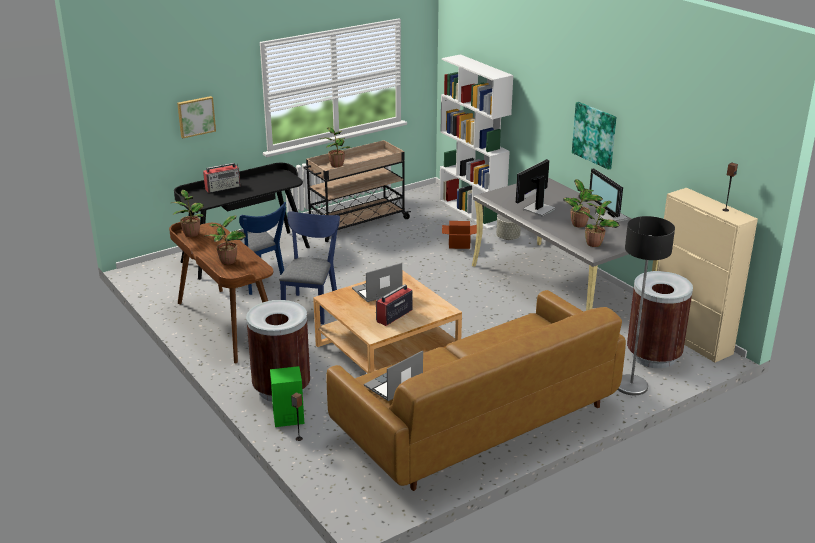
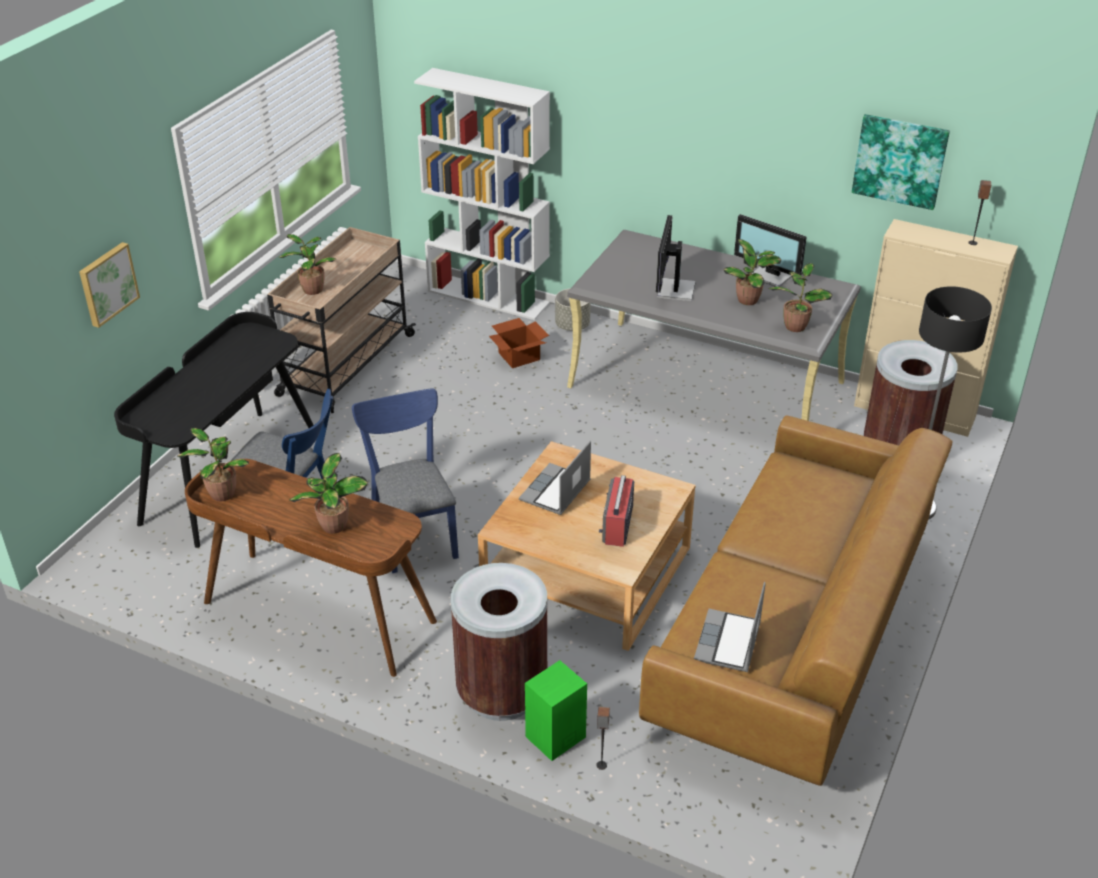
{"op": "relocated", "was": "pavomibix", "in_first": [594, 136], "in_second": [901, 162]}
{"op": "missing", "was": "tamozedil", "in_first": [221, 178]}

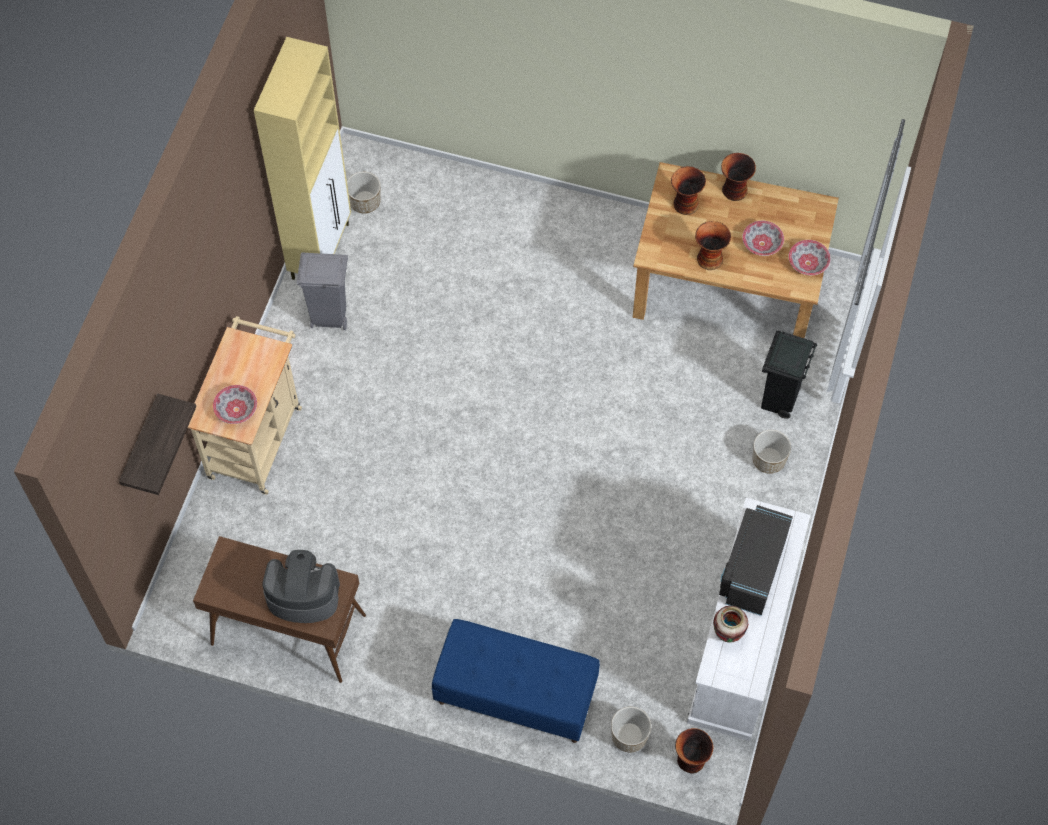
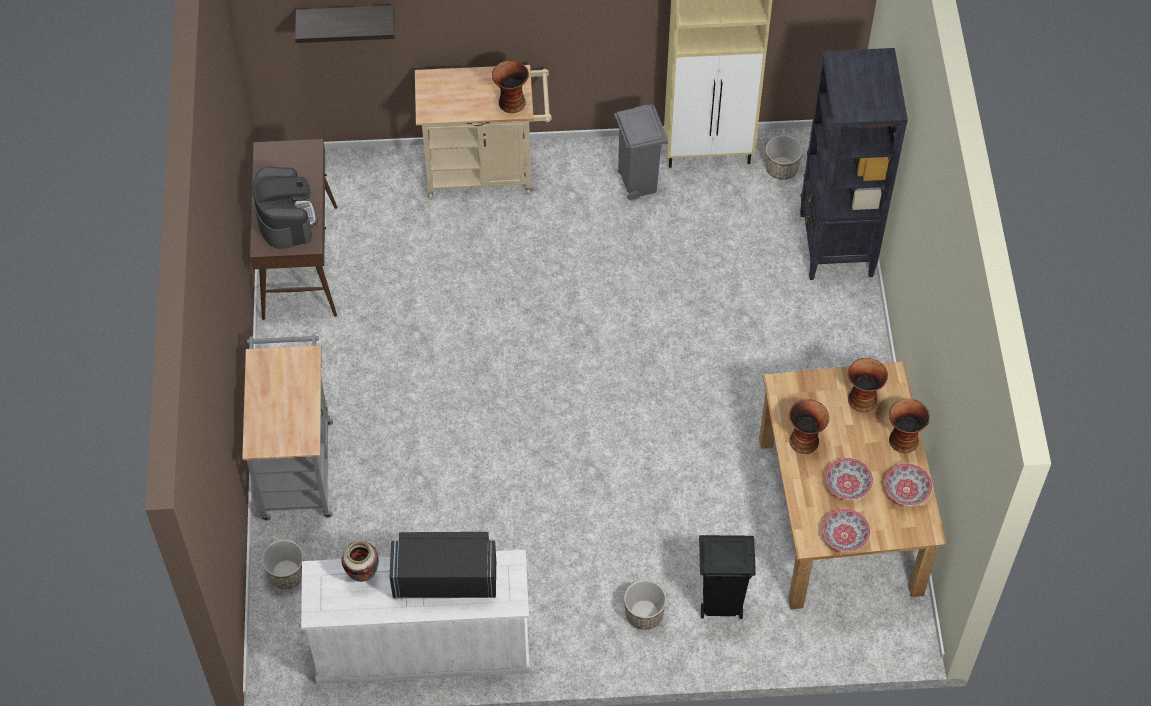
{"op": "relocated", "was": "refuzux", "in_first": [235, 404], "in_second": [908, 484]}
{"op": "exchanged", "was": "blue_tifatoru", "now": "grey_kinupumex", "in_first": [516, 681], "in_second": [287, 427]}
{"op": "relocated", "was": "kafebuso", "in_first": [694, 750], "in_second": [510, 86]}
{"op": "appeared", "now": "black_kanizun", "in_second": [854, 164]}

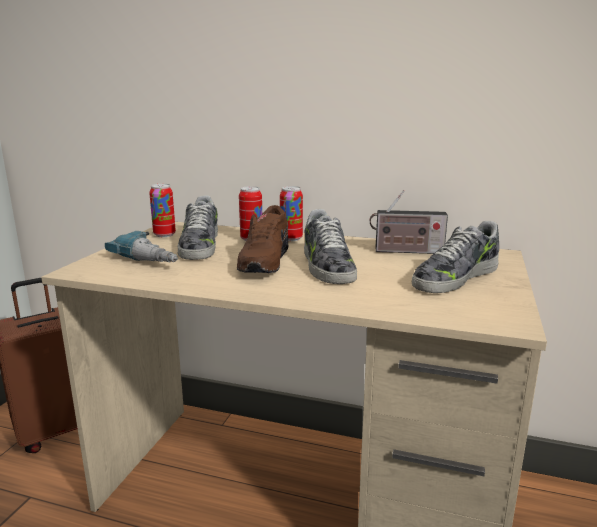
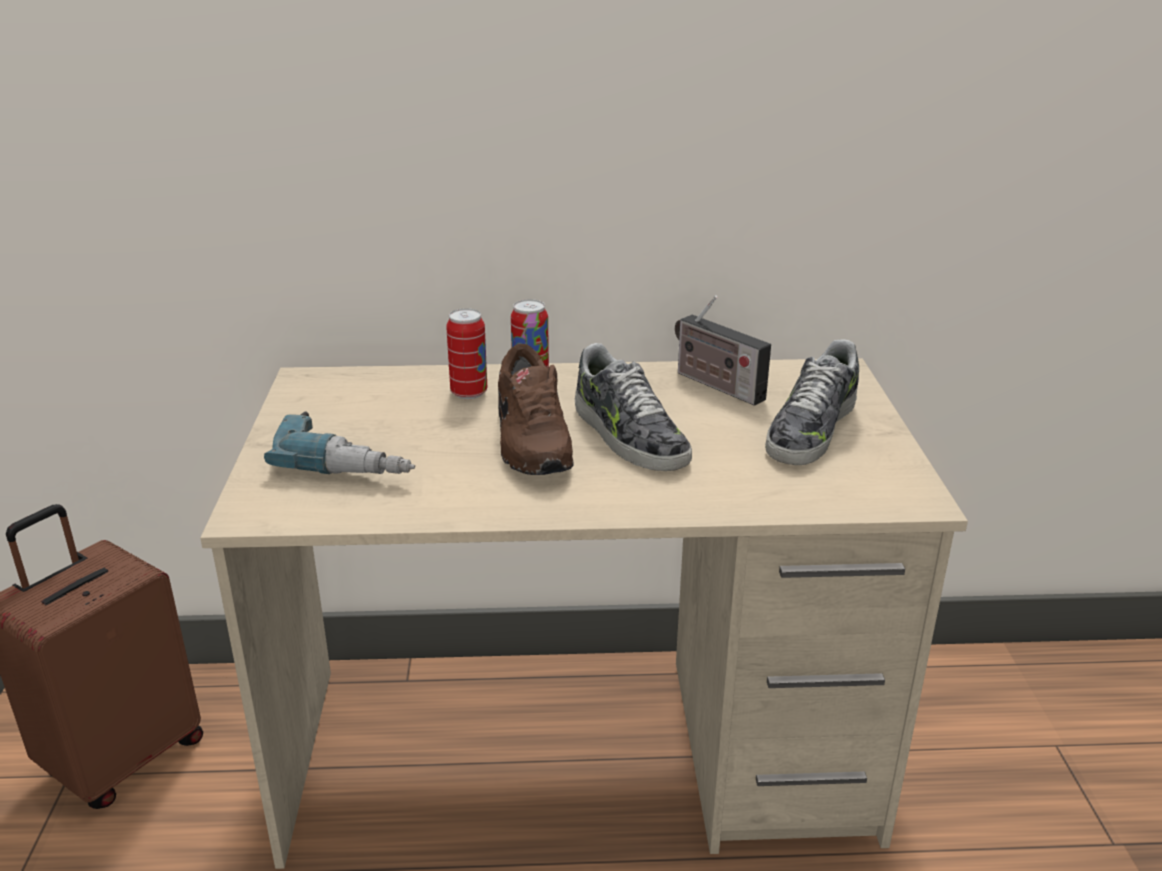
{"op": "missing", "was": "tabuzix", "in_first": [162, 210]}
{"op": "spun", "was": "tamozedil", "in_first": [409, 222], "in_second": [723, 350], "clockwise": 60}
{"op": "missing", "was": "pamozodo", "in_first": [198, 227]}

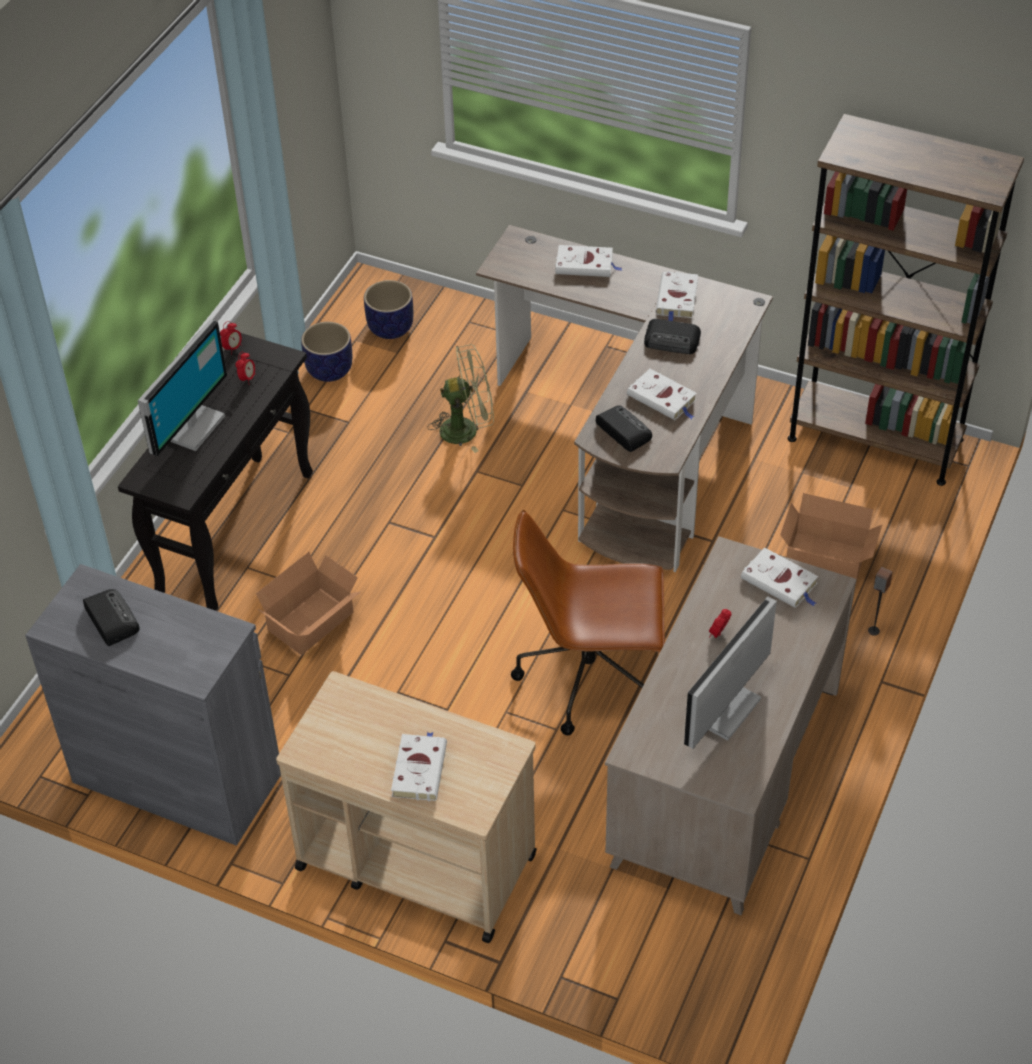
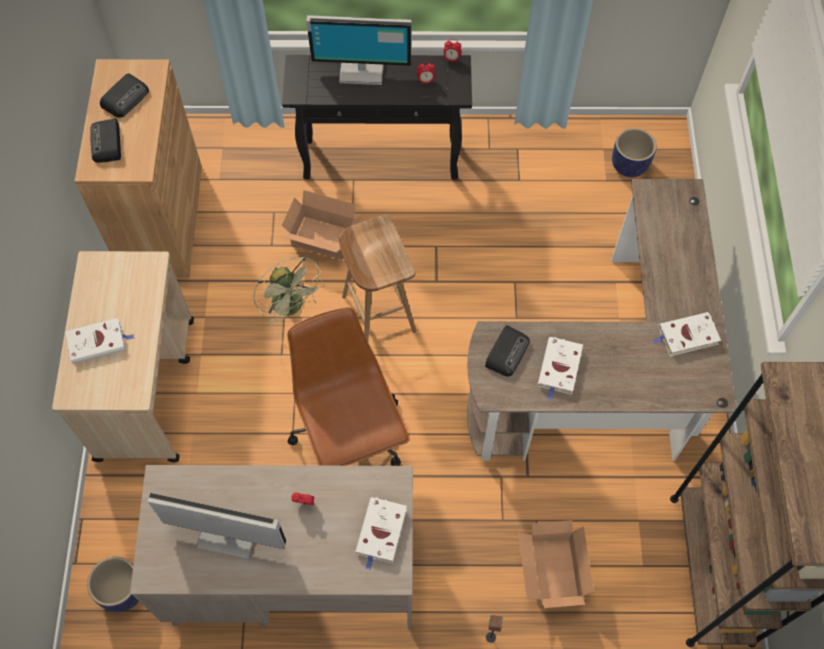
{"op": "missing", "was": "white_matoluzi", "in_first": [588, 261]}
{"op": "relocated", "was": "tamozedil", "in_first": [672, 336], "in_second": [105, 140]}
{"op": "relocated", "was": "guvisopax", "in_first": [326, 352], "in_second": [113, 584]}
{"op": "relocated", "was": "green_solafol", "in_first": [460, 398], "in_second": [288, 291]}
{"op": "colour", "was": "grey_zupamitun", "now": "brown_zupamitun", "in_first": [153, 705], "in_second": [138, 168]}
{"op": "appeared", "now": "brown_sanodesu", "in_second": [377, 278]}

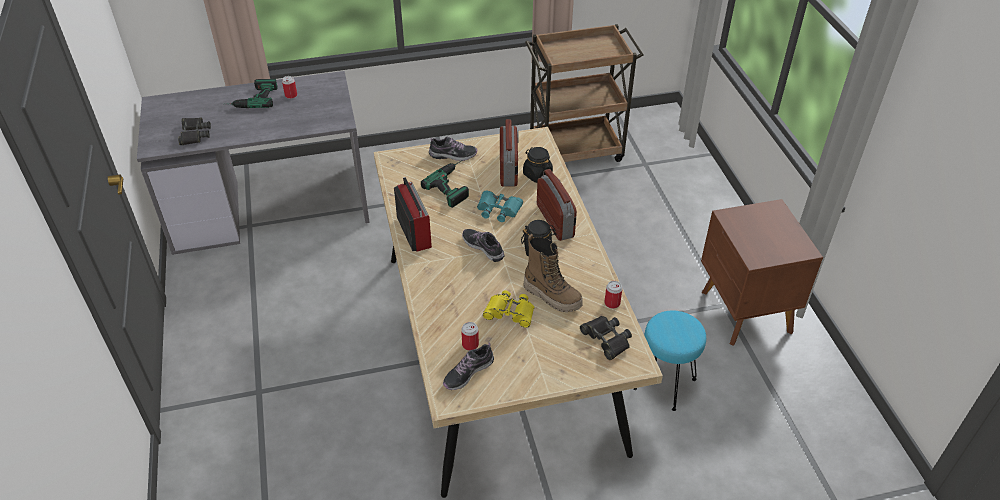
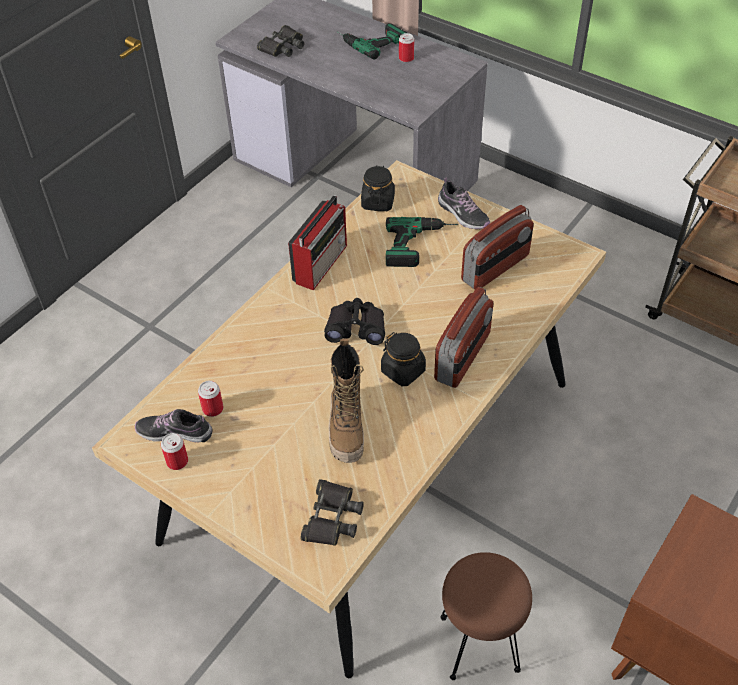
{"op": "relocated", "was": "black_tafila", "in_first": [538, 165], "in_second": [378, 188]}
{"op": "missing", "was": "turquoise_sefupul", "in_first": [500, 206]}
{"op": "exchanged", "was": "pamozodo", "now": "black_sefupul", "in_first": [483, 245], "in_second": [354, 321]}
{"op": "relocated", "was": "tabuzix", "in_first": [613, 295], "in_second": [174, 451]}
{"op": "missing", "was": "yellow_sefupul", "in_first": [508, 309]}
{"op": "colour", "was": "turquoise_sanodesu", "now": "brown_sanodesu", "in_first": [670, 360], "in_second": [486, 616]}

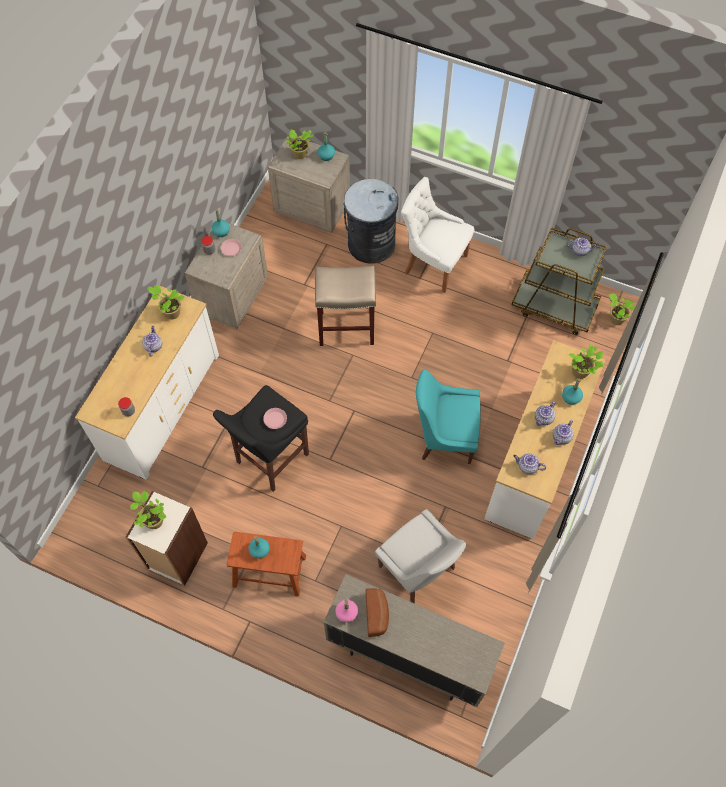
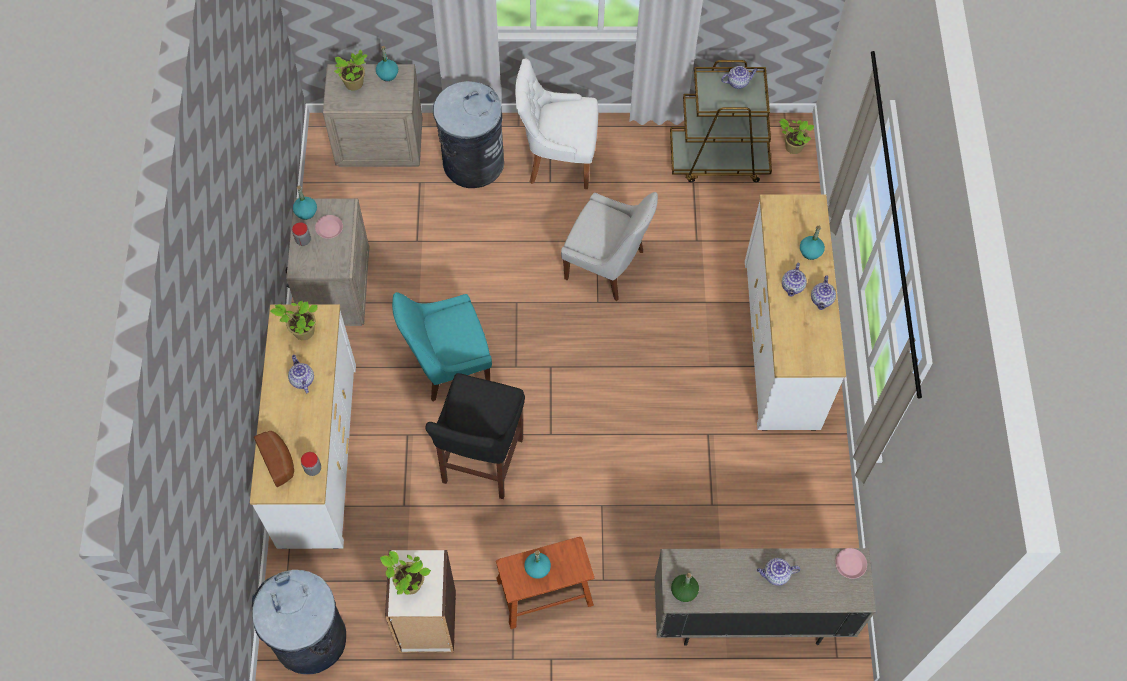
{"op": "missing", "was": "beige_sanodesu", "in_first": [345, 306]}
{"op": "missing", "was": "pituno", "in_first": [586, 361]}
{"op": "relocated", "was": "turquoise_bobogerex", "in_first": [448, 416], "in_second": [442, 347]}
{"op": "relocated", "was": "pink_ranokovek", "in_first": [275, 418], "in_second": [851, 563]}
{"op": "relocated", "was": "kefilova", "in_first": [530, 463], "in_second": [778, 572]}
{"op": "relocated", "was": "white_bobogerex", "in_first": [420, 556], "in_second": [609, 246]}
{"op": "relocated", "was": "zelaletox", "in_first": [377, 612], "in_second": [274, 459]}
{"op": "colour", "was": "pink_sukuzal", "now": "green_sukuzal", "in_first": [346, 610], "in_second": [685, 587]}
{"op": "appeared", "now": "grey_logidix", "in_second": [299, 622]}

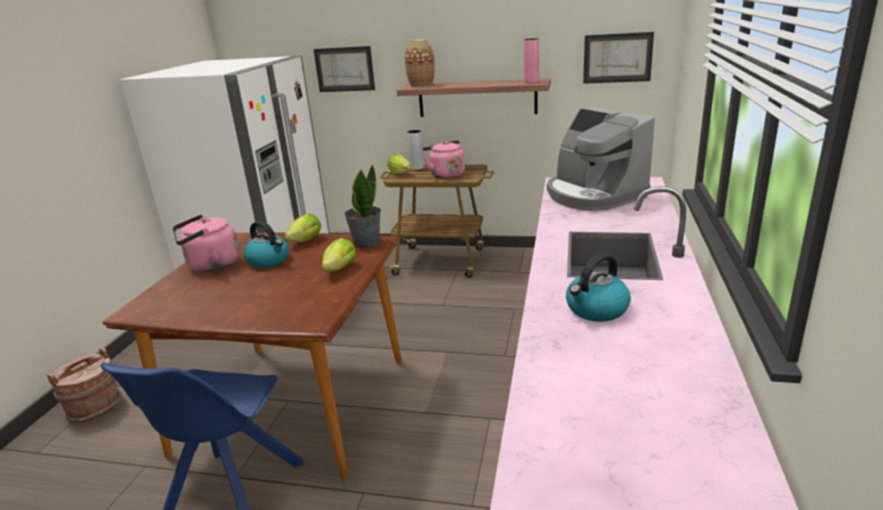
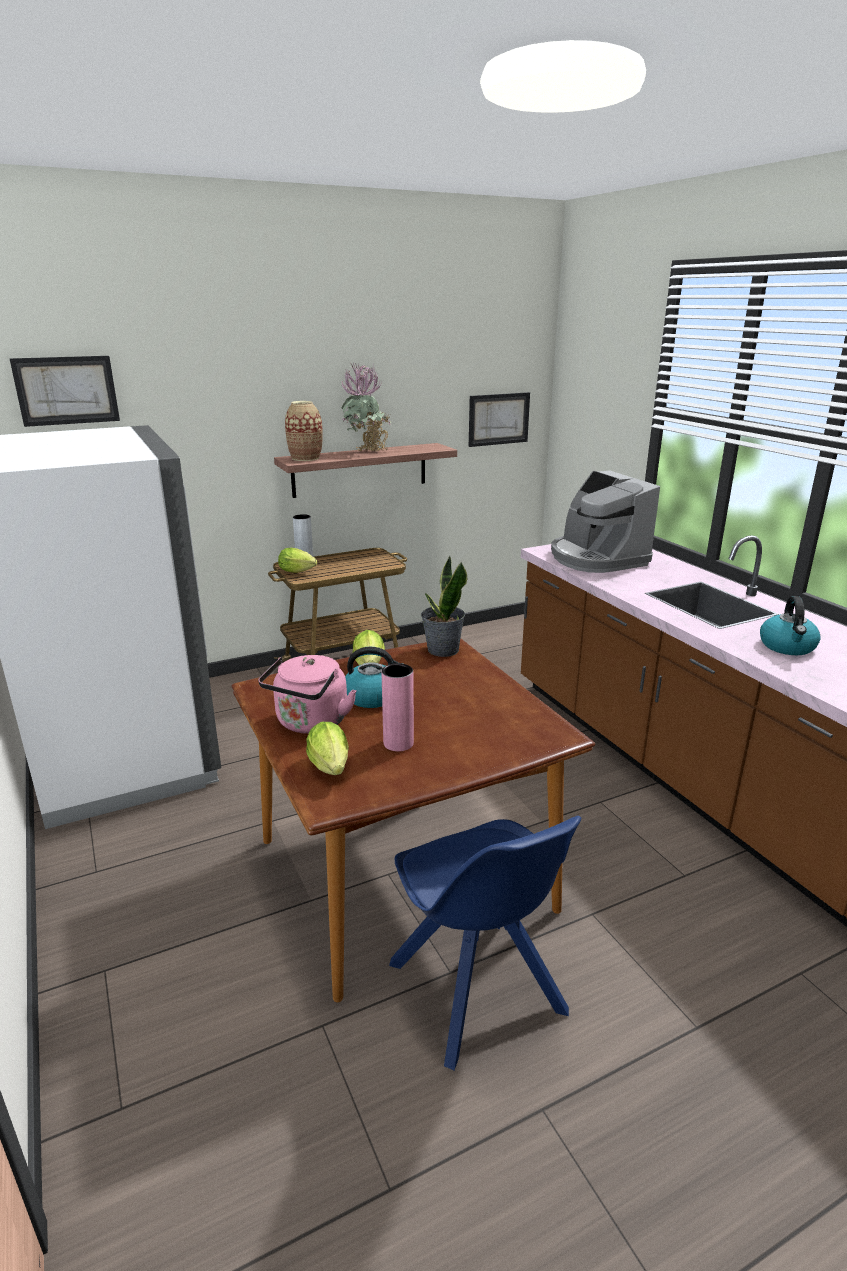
{"op": "relocated", "was": "pink_kafebuso", "in_first": [531, 60], "in_second": [397, 707]}
{"op": "relocated", "was": "pavomibix", "in_first": [344, 69], "in_second": [65, 391]}
{"op": "spun", "was": "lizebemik", "in_first": [601, 159], "in_second": [605, 522], "clockwise": 45}
{"op": "missing", "was": "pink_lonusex", "in_first": [444, 160]}
{"op": "relocated", "was": "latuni", "in_first": [339, 254], "in_second": [327, 748]}
{"op": "missing", "was": "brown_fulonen", "in_first": [84, 385]}
{"op": "appeared", "now": "pituno", "in_second": [366, 407]}

